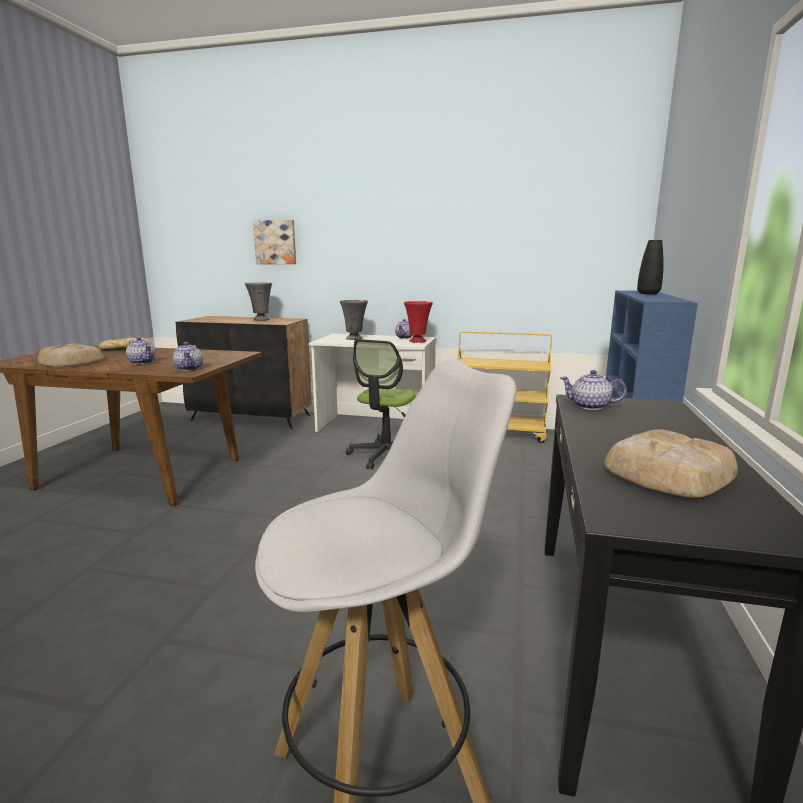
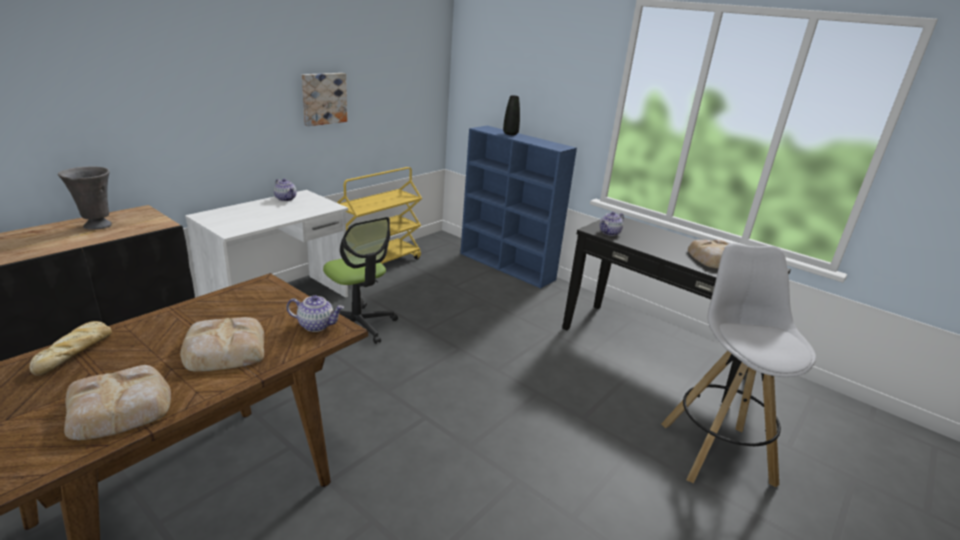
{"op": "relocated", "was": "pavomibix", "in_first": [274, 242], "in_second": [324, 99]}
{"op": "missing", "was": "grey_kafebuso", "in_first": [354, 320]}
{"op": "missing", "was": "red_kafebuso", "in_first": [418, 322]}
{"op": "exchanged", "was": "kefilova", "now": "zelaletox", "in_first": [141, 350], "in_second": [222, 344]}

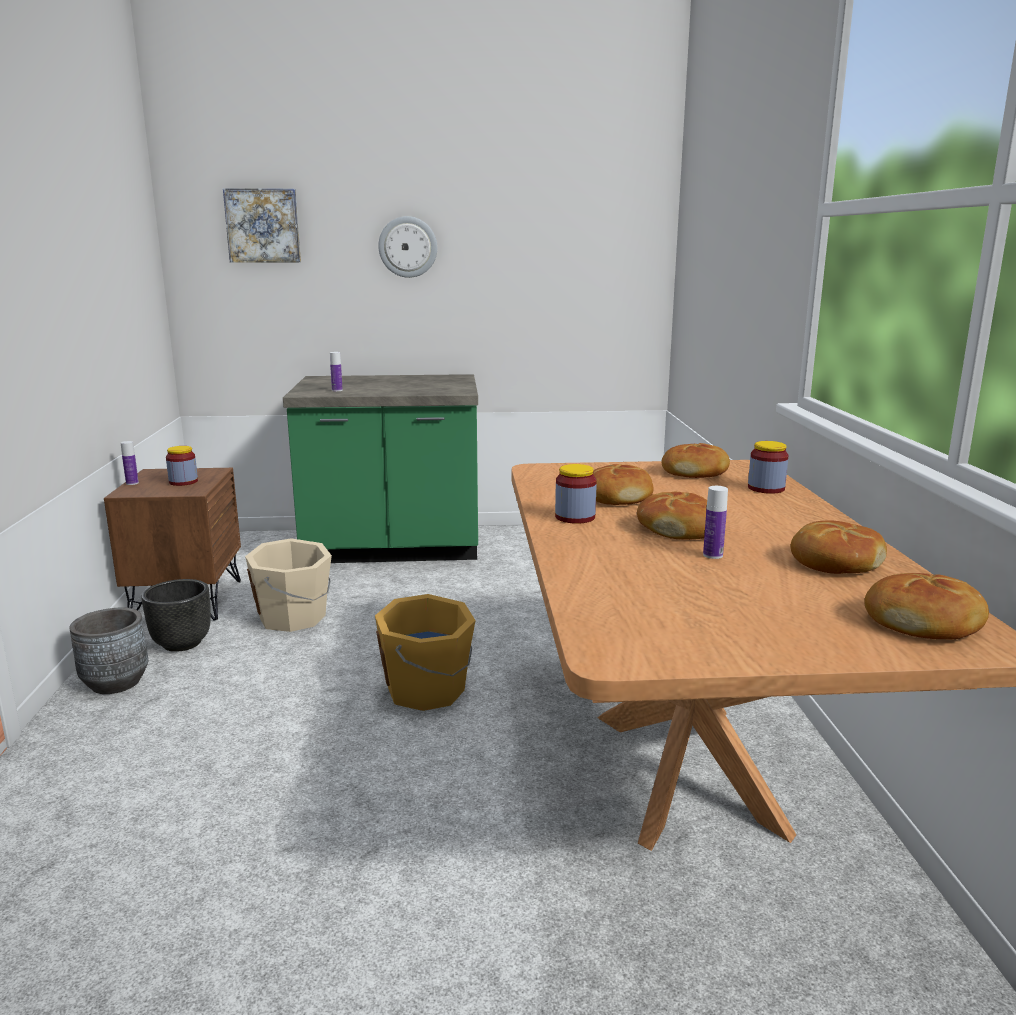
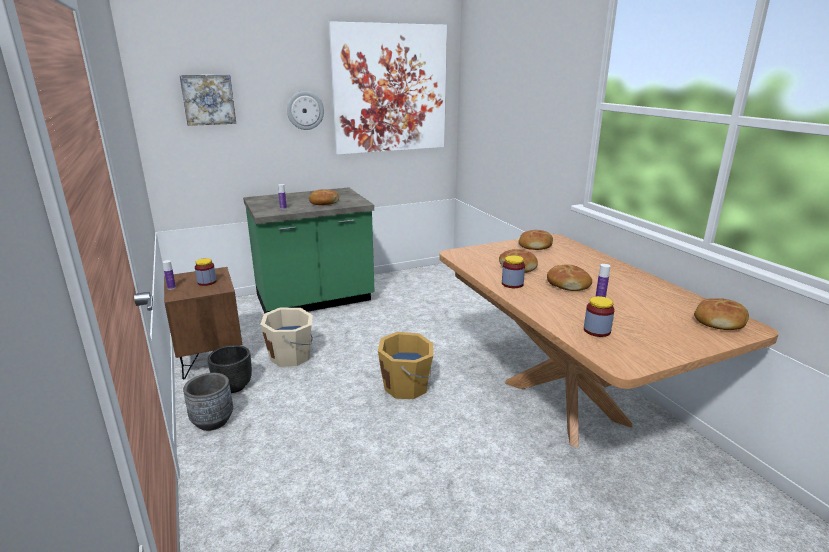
{"op": "relocated", "was": "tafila", "in_first": [768, 467], "in_second": [599, 316]}
{"op": "relocated", "was": "zelaletox", "in_first": [839, 547], "in_second": [324, 197]}
{"op": "appeared", "now": "pavomibix", "in_second": [387, 88]}

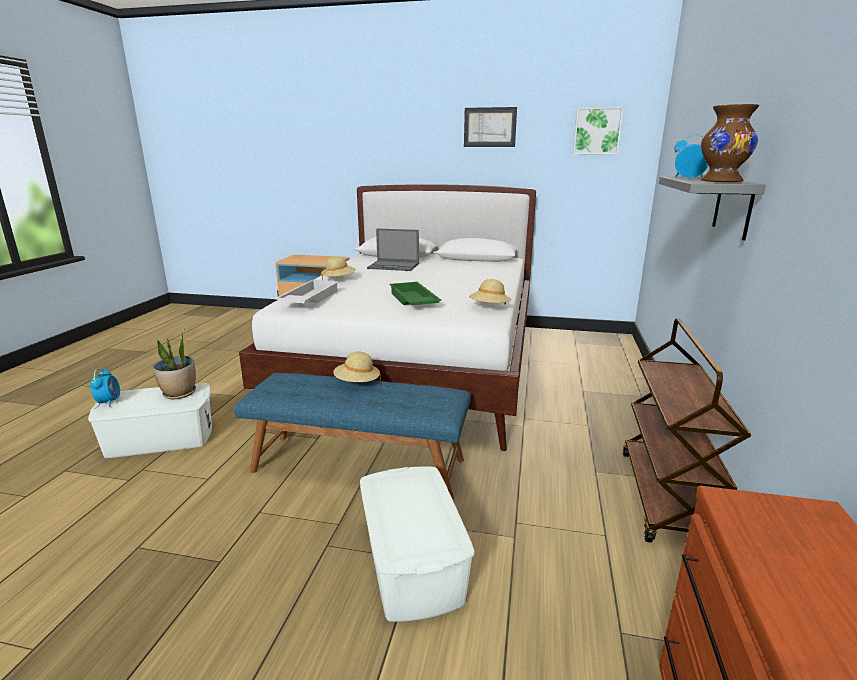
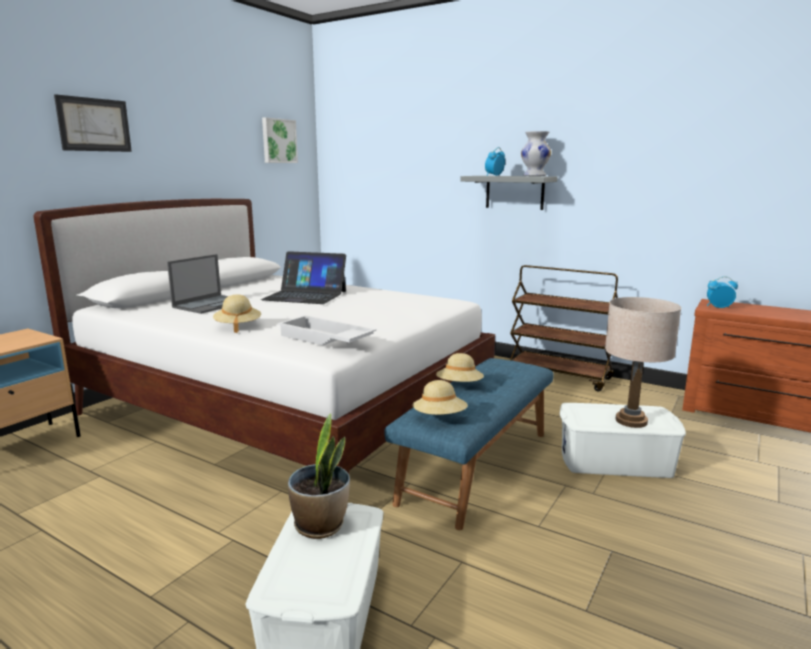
{"op": "colour", "was": "brown_kafebuso", "now": "white_kafebuso", "in_first": [730, 143], "in_second": [536, 153]}
{"op": "relocated", "was": "pavomibix", "in_first": [490, 127], "in_second": [93, 123]}
{"op": "relocated", "was": "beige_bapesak", "in_first": [490, 292], "in_second": [440, 397]}
{"op": "missing", "was": "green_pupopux", "in_first": [415, 293]}
{"op": "relocated", "was": "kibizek", "in_first": [105, 388], "in_second": [722, 292]}
{"op": "appeared", "now": "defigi", "in_second": [303, 277]}
{"op": "appeared", "now": "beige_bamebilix", "in_second": [643, 362]}

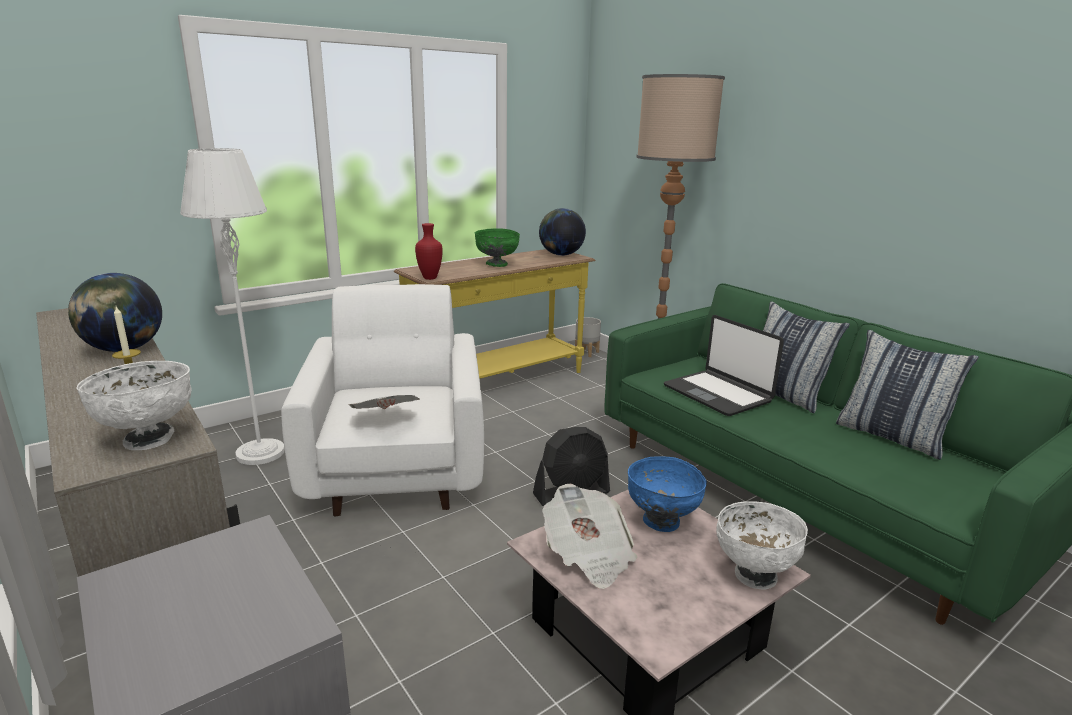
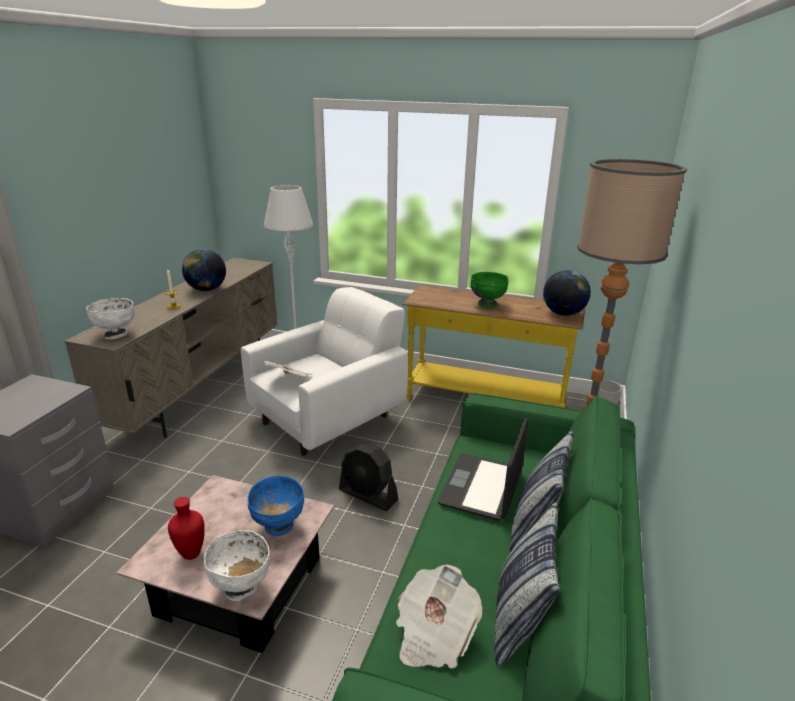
{"op": "relocated", "was": "red_kafebuso", "in_first": [429, 251], "in_second": [186, 528]}
{"op": "relocated", "was": "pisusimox", "in_first": [590, 536], "in_second": [439, 616]}

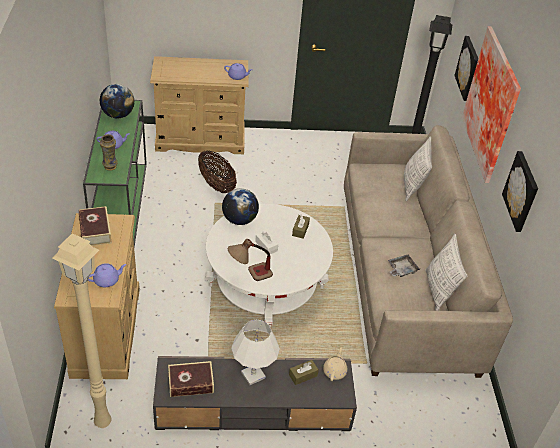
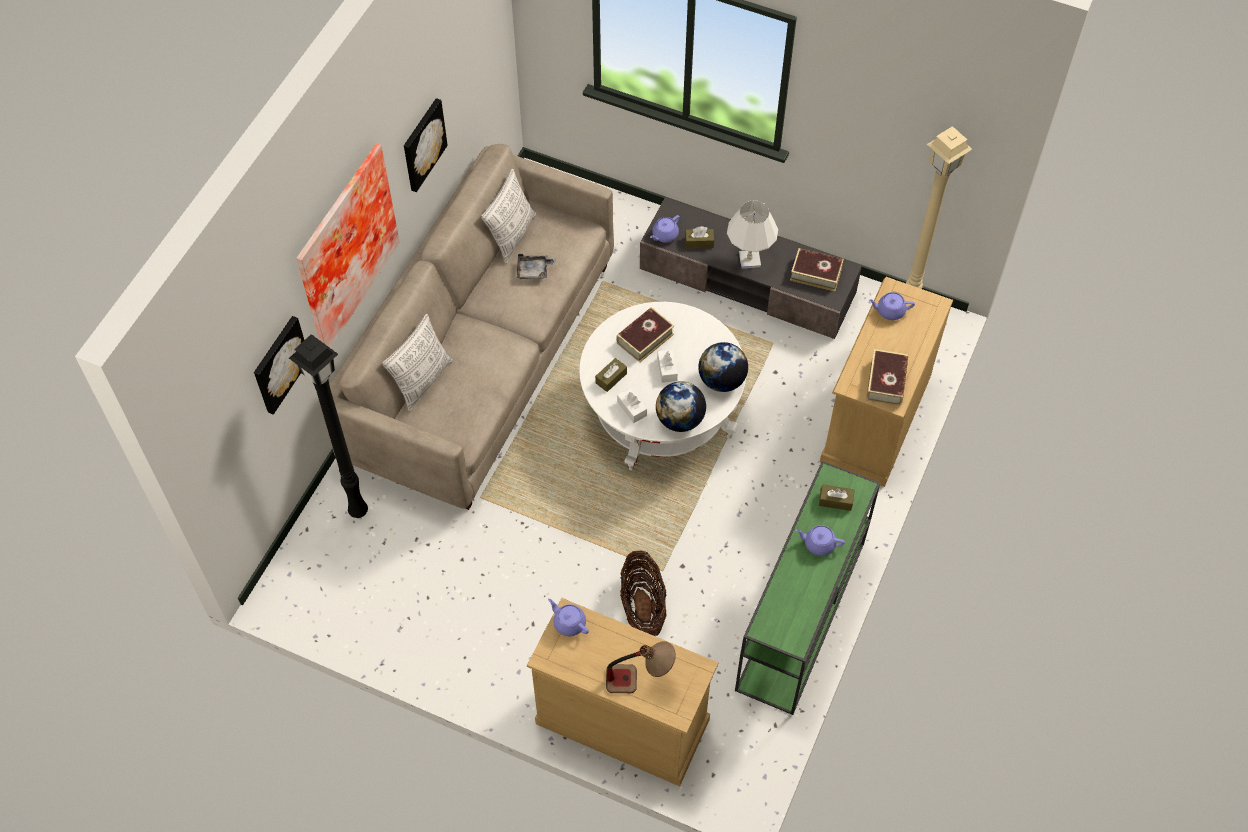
{"op": "relocated", "was": "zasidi", "in_first": [117, 101], "in_second": [723, 367]}
{"op": "exchanged", "was": "kafebuso", "now": "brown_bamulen", "in_first": [109, 152], "in_second": [836, 497]}
{"op": "relocated", "was": "bamebilix", "in_first": [250, 260], "in_second": [641, 667]}
{"op": "colour", "was": "beige_kefilova", "now": "purple_kefilova", "in_first": [335, 364], "in_second": [665, 229]}
{"op": "appeared", "now": "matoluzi", "in_second": [645, 335]}
{"op": "appeared", "now": "white_bamulen", "in_second": [632, 405]}

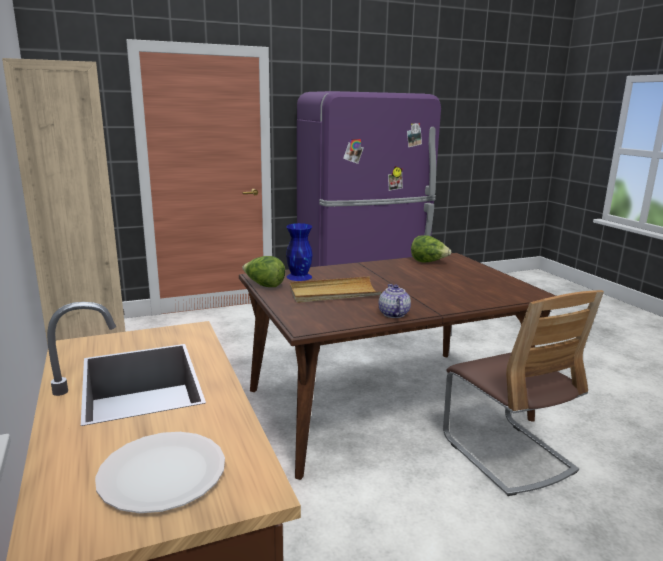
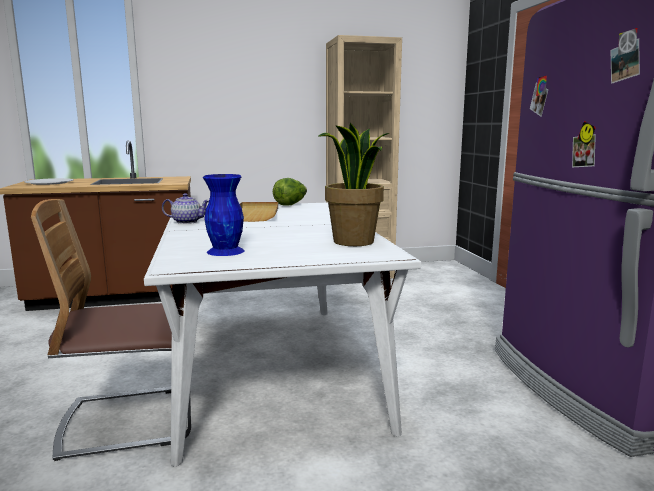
{"op": "relocated", "was": "blue_kafebuso", "in_first": [299, 252], "in_second": [224, 215]}
{"op": "exchanged", "was": "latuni", "now": "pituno", "in_first": [431, 249], "in_second": [354, 184]}
{"op": "colour", "was": "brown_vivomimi", "now": "white_vivomimi", "in_first": [397, 366], "in_second": [282, 334]}

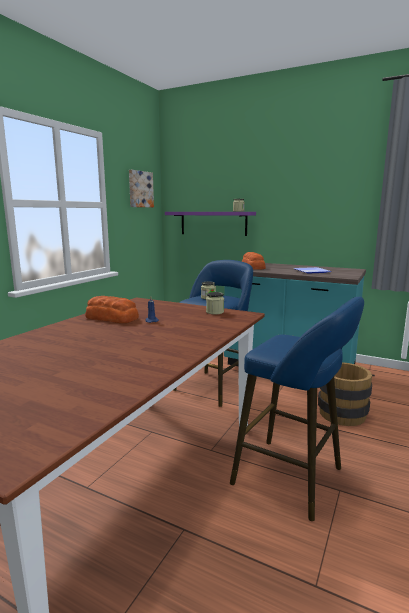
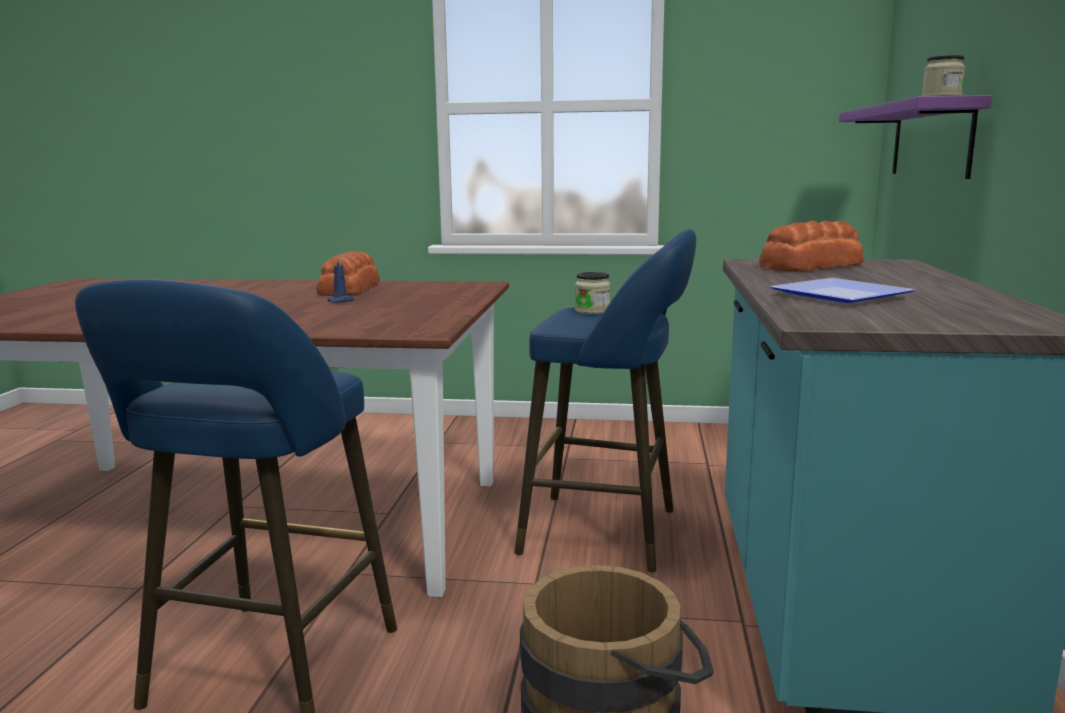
{"op": "missing", "was": "pavomibix", "in_first": [141, 188]}
{"op": "missing", "was": "tafila", "in_first": [215, 303]}

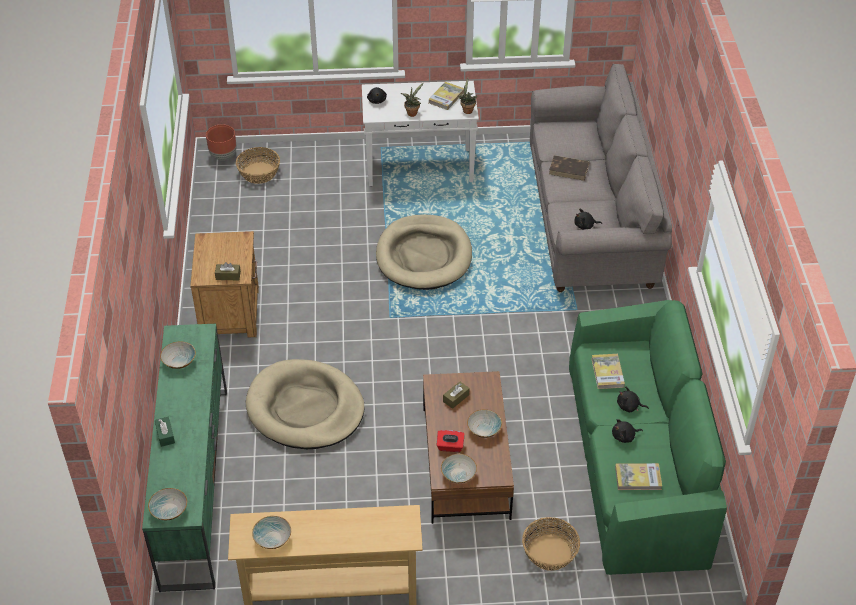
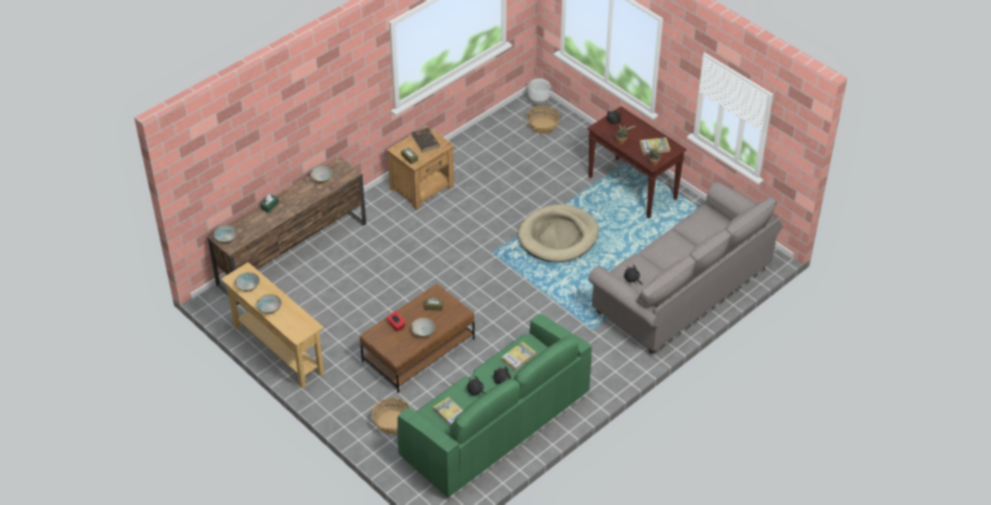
{"op": "colour", "was": "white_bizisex", "now": "brown_bizisex", "in_first": [420, 133], "in_second": [637, 162]}
{"op": "colour", "was": "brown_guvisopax", "now": "white_guvisopax", "in_first": [221, 142], "in_second": [539, 92]}
{"op": "relocated", "was": "brown_matoluzi", "in_first": [569, 168], "in_second": [425, 140]}
{"op": "colour", "was": "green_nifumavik", "now": "brown_nifumavik", "in_first": [184, 458], "in_second": [286, 231]}
{"op": "missing", "was": "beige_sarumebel", "in_first": [305, 404]}
{"op": "relocated", "was": "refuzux", "in_first": [459, 468], "in_second": [269, 304]}

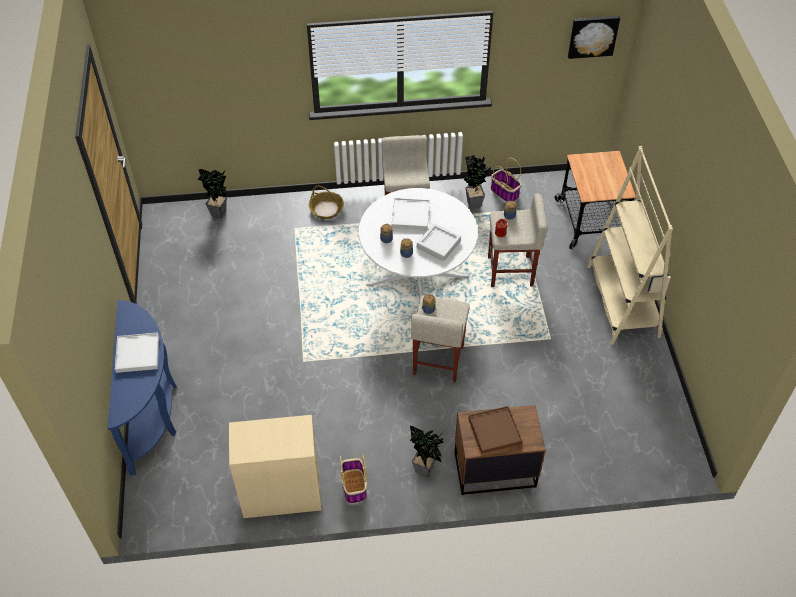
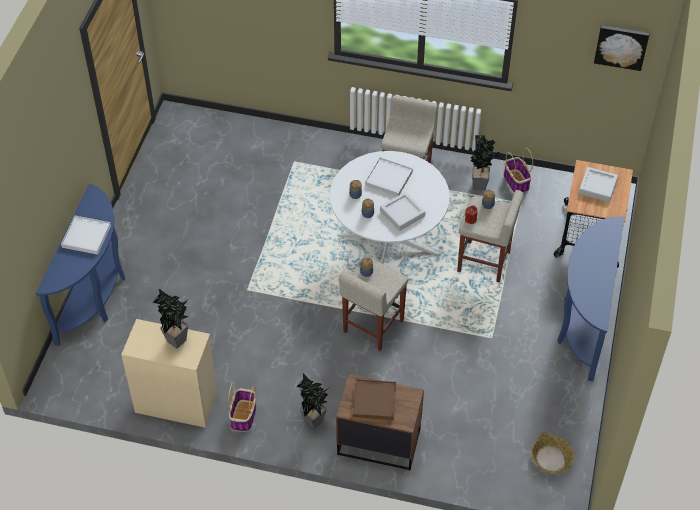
{"op": "exchanged", "was": "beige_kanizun", "now": "blue_bizisex", "in_first": [630, 245], "in_second": [591, 298]}
{"op": "relocated", "was": "pituno", "in_first": [212, 193], "in_second": [171, 318]}
{"op": "relocated", "was": "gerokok", "in_first": [326, 202], "in_second": [552, 453]}
{"op": "appeared", "now": "grey_pupopux", "in_second": [598, 184]}

